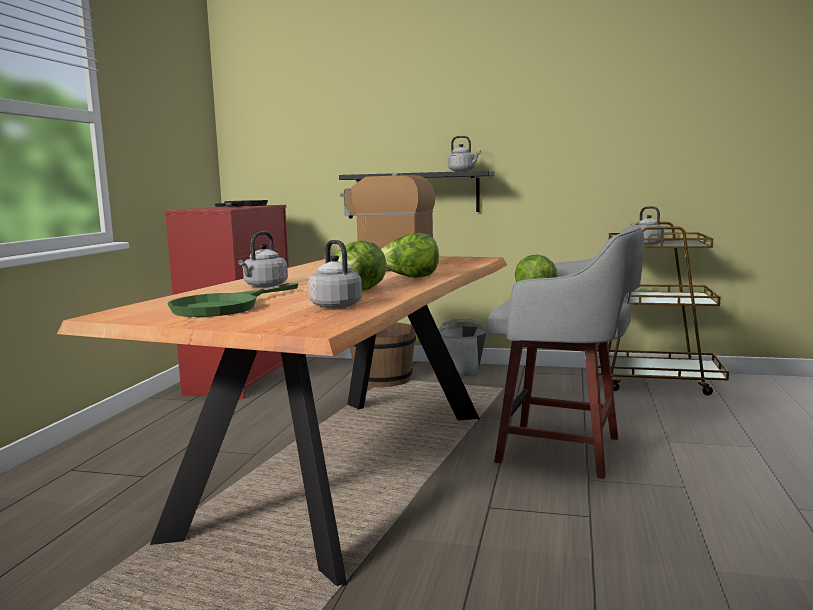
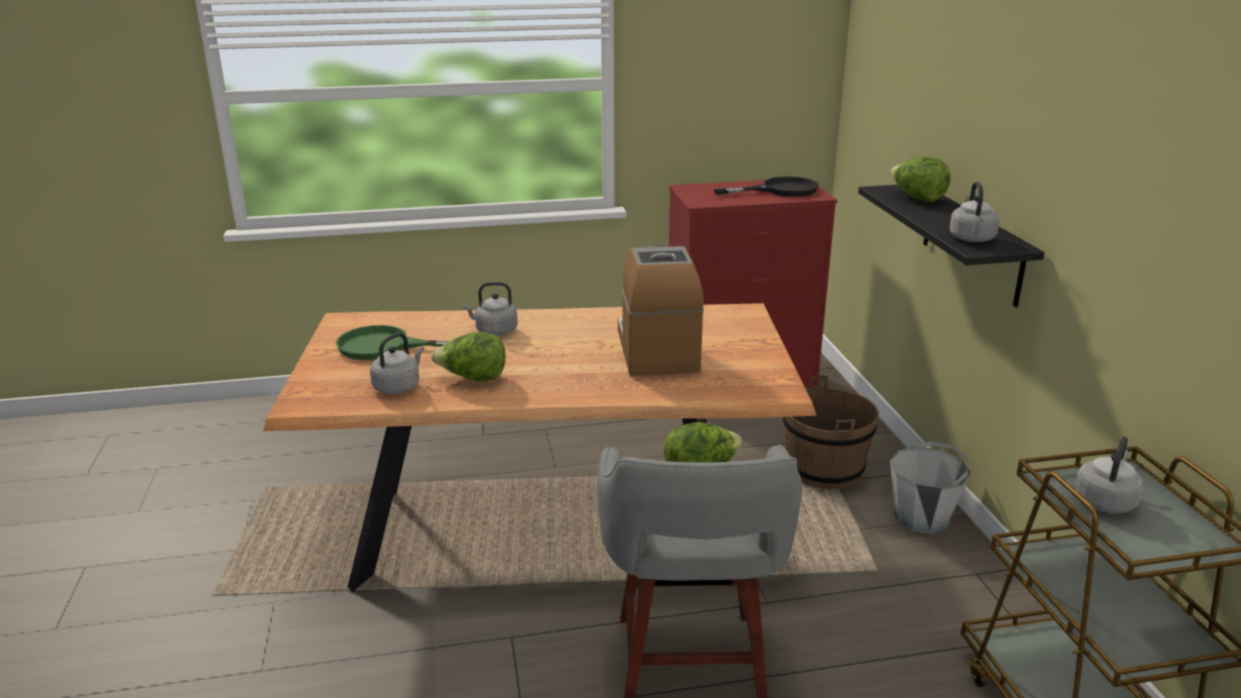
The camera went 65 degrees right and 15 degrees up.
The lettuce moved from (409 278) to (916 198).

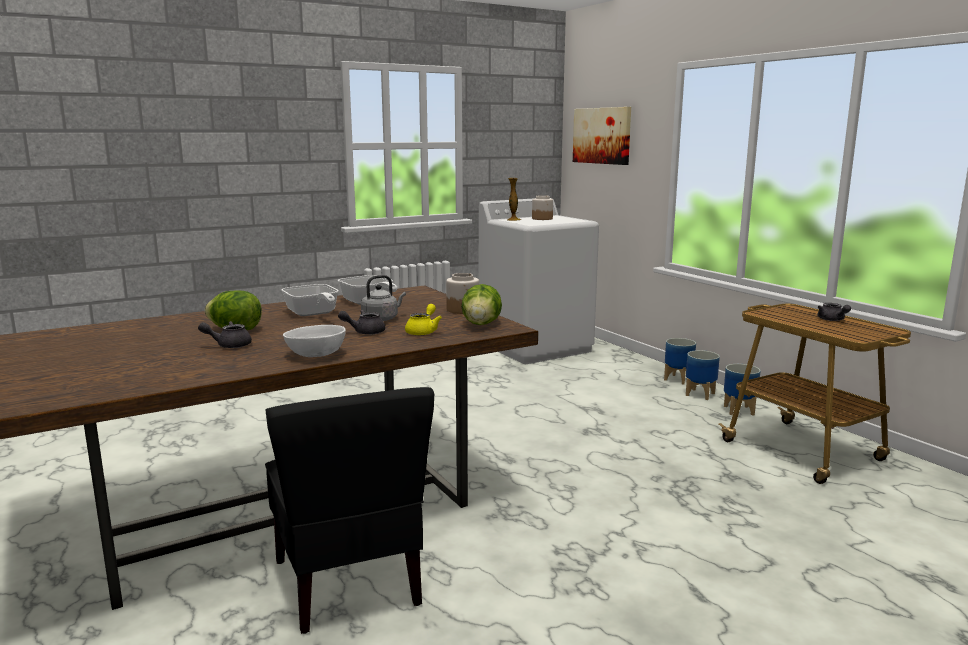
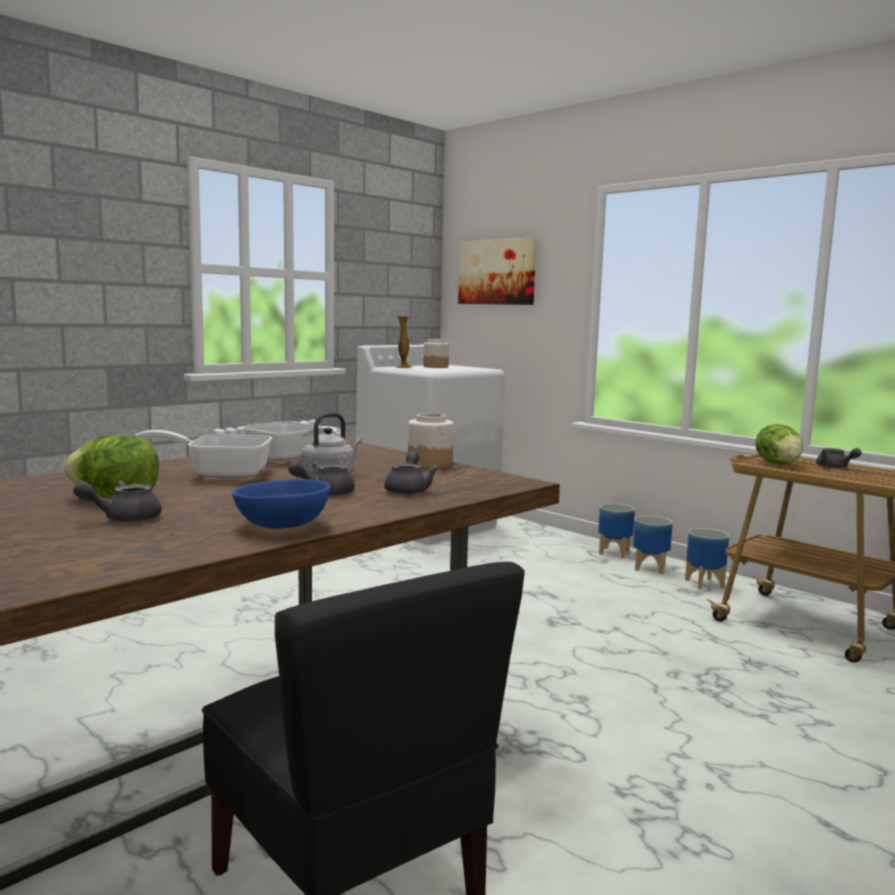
The camera went 15 degrees left and 5 degrees down.
The frying pan at (313 314) turned 135 degrees clockwise.
The bowl in white at (317 355) became the bowl in blue at (284 525).
The teapot in yellow at (423 331) became the teapot in grey at (408 490).
The lettuce moved from (481 324) to (778 464).

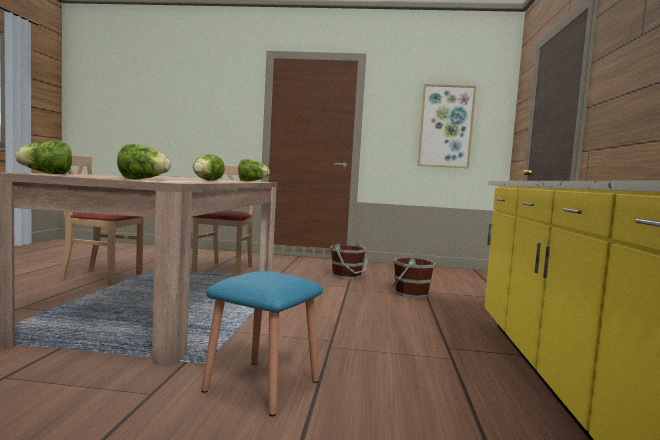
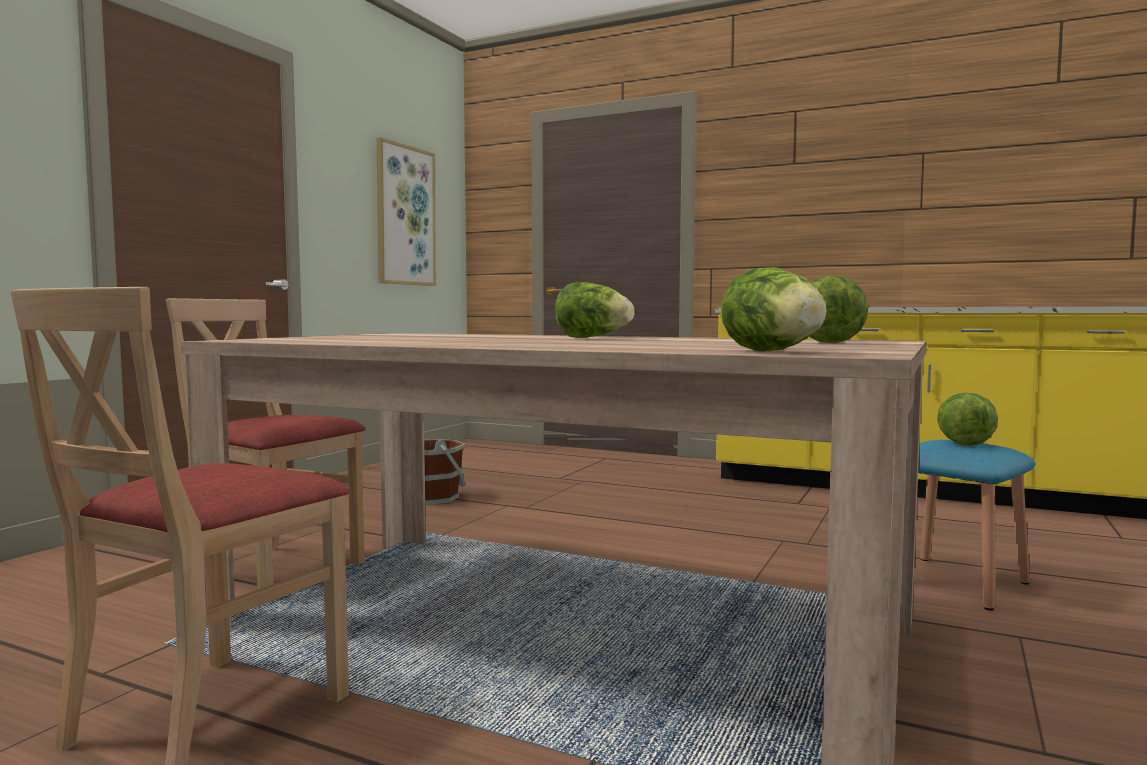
The camera went 70 degrees left and 0 degrees up.
The lettuce moved from (252 181) to (962 442).
The bucket in brown at (411 293) disappeared.

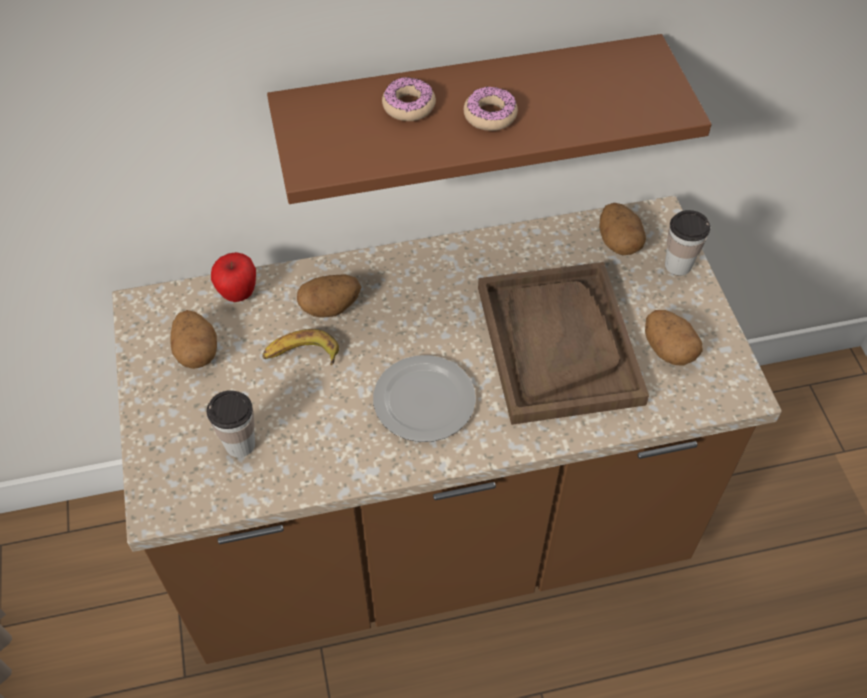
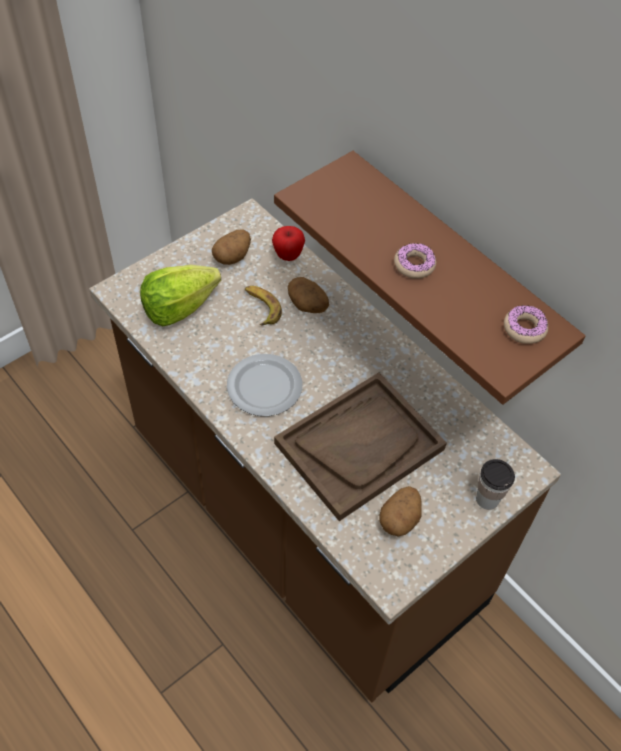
The camera went 60 degrees right and 0 degrees up.
The cup at (240 444) was replaced by the lettuce at (179 307).
The donut moved from (408 106) to (524 329).
The potato at (618 242) disappeared.

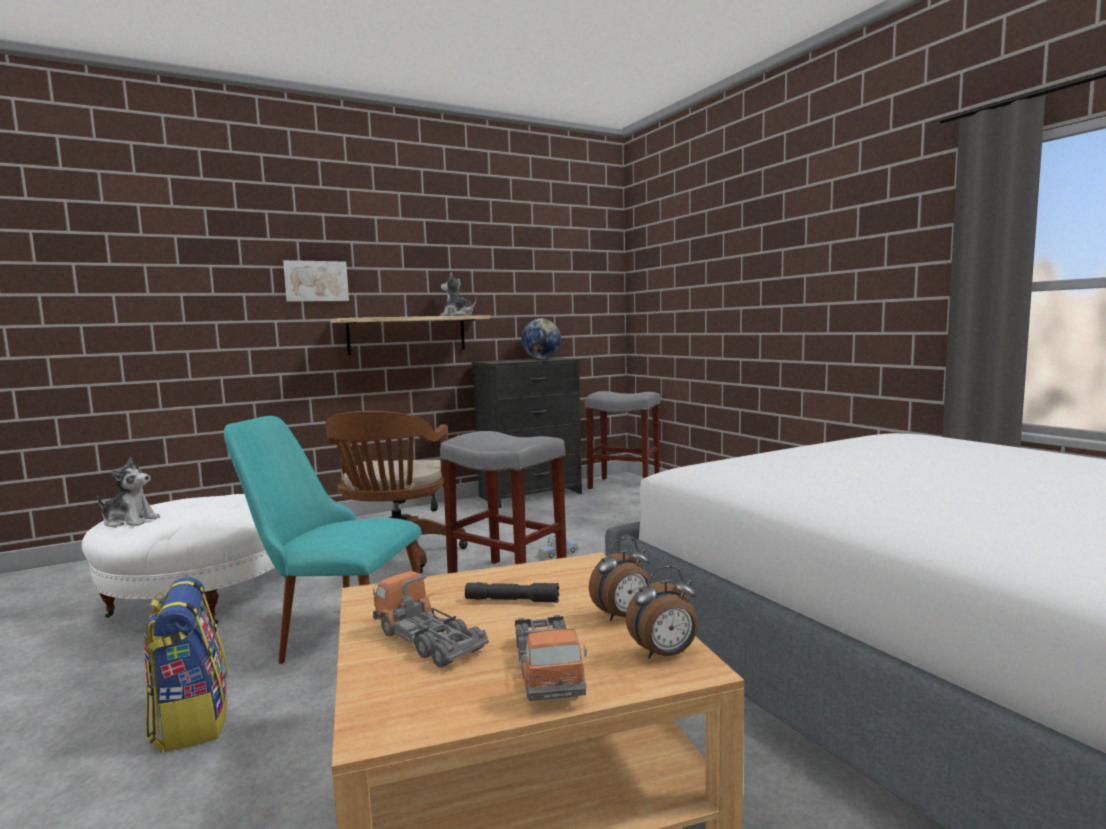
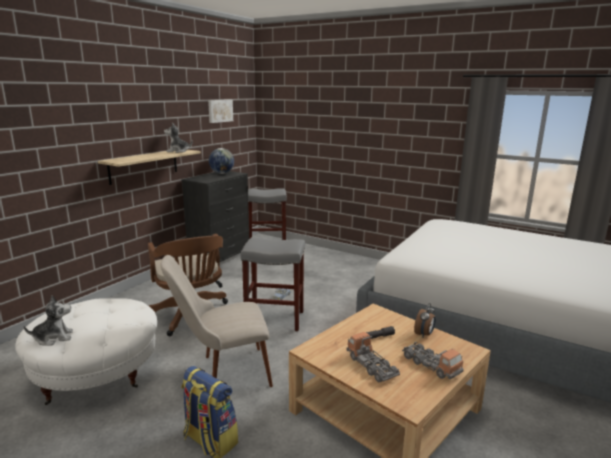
The camera went 30 degrees left and 10 degrees up.
The chair in turquoise at (336 635) became the chair in beige at (222 373).
The picture moved from (316 281) to (220 111).
The toy truck at (428 641) turned 45 degrees clockwise.
The alarm clock at (664 654) disappeared.

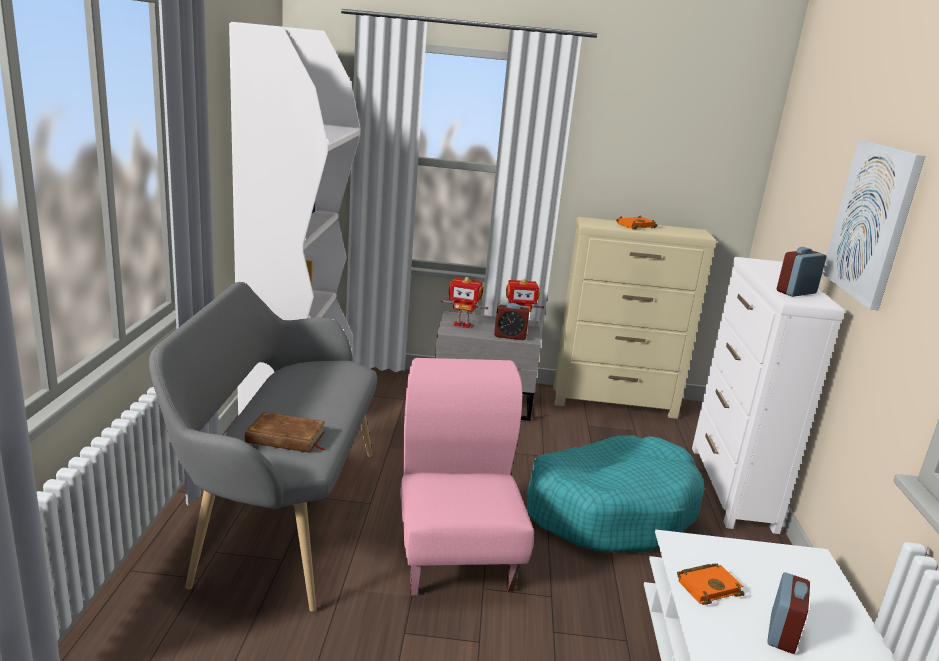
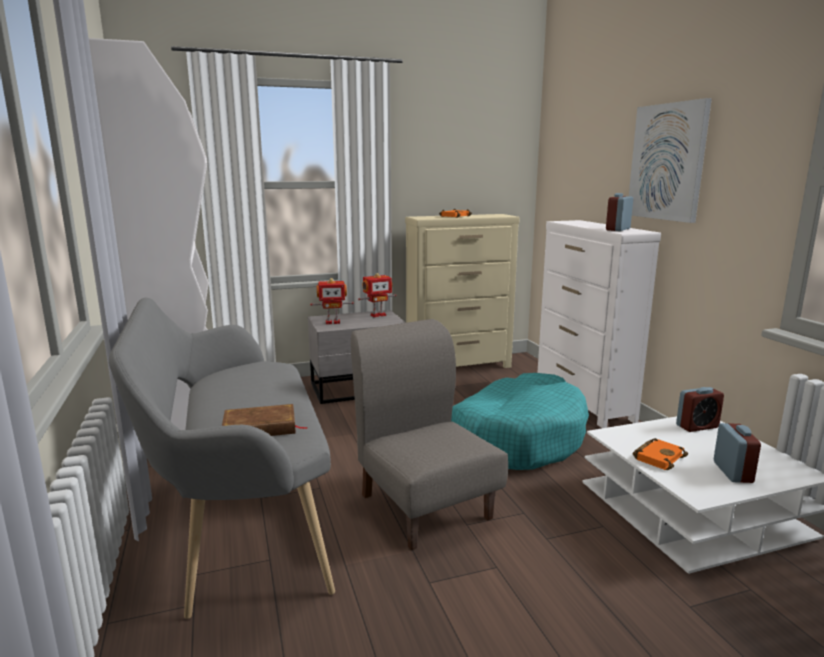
The camera went 20 degrees left and 5 degrees down.
The chair in pink at (456 554) became the chair in grey at (425 505).
The alarm clock moved from (510 336) to (697 426).

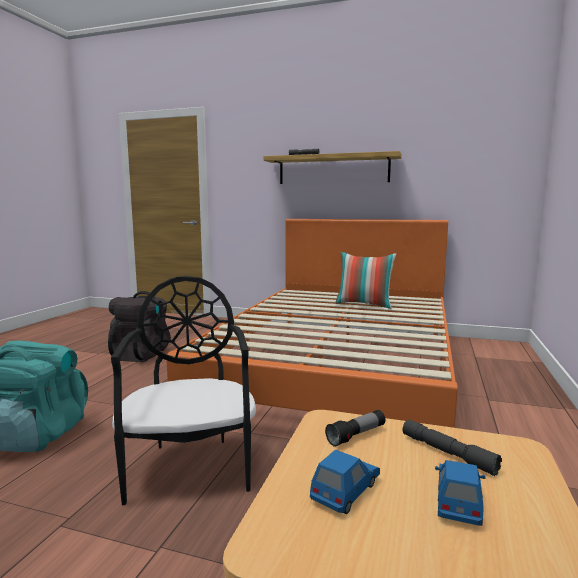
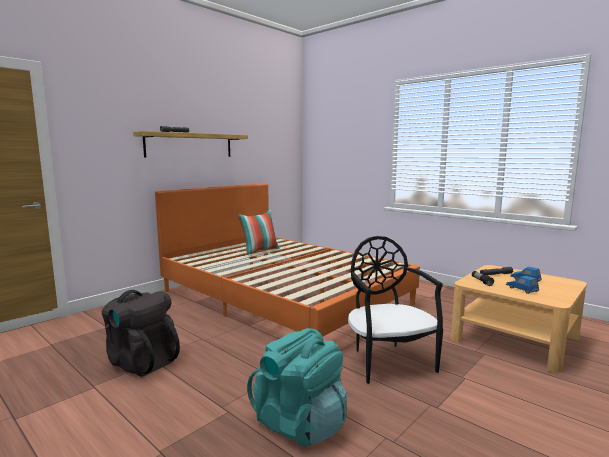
The camera went 65 degrees left and 0 degrees up.
The chair in black at (190 466) turned 60 degrees clockwise.

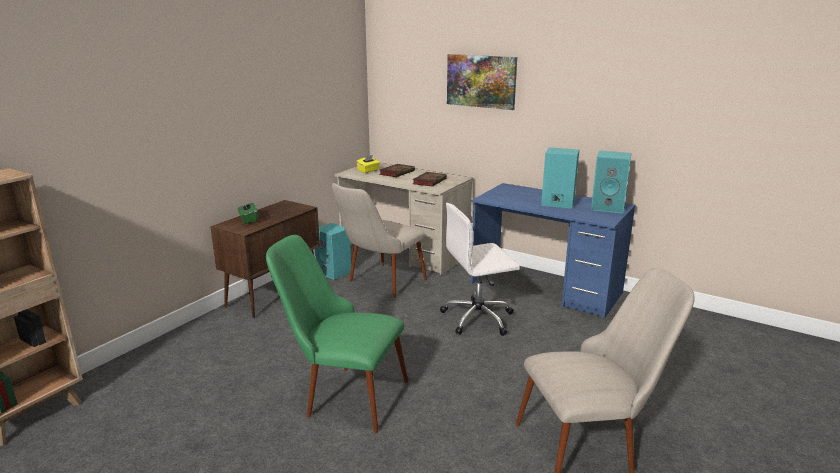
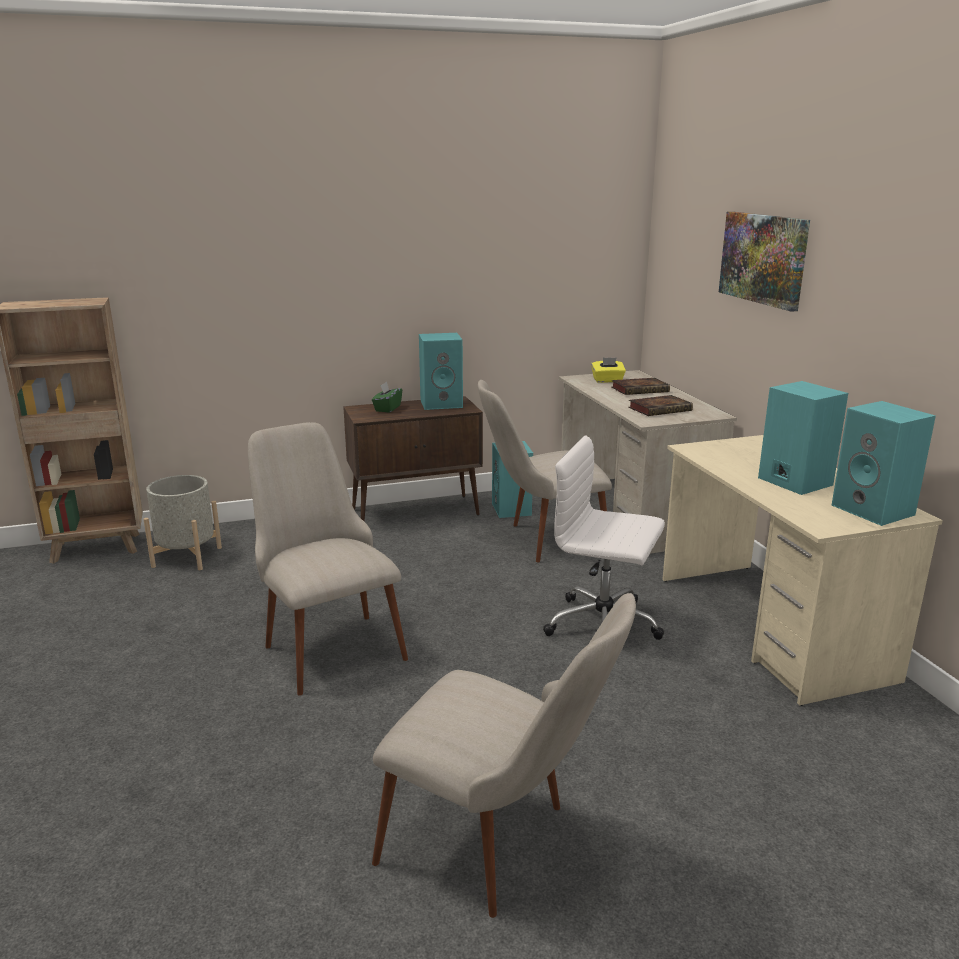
The camera went 40 degrees right and 0 degrees up.
The chair in green at (342 394) became the chair in beige at (326 641).
The desk in blue at (545 288) became the desk in beige at (769 627).
The planter in grey at (187 557) appeared.
The speaker in turquoise at (442 403) appeared.

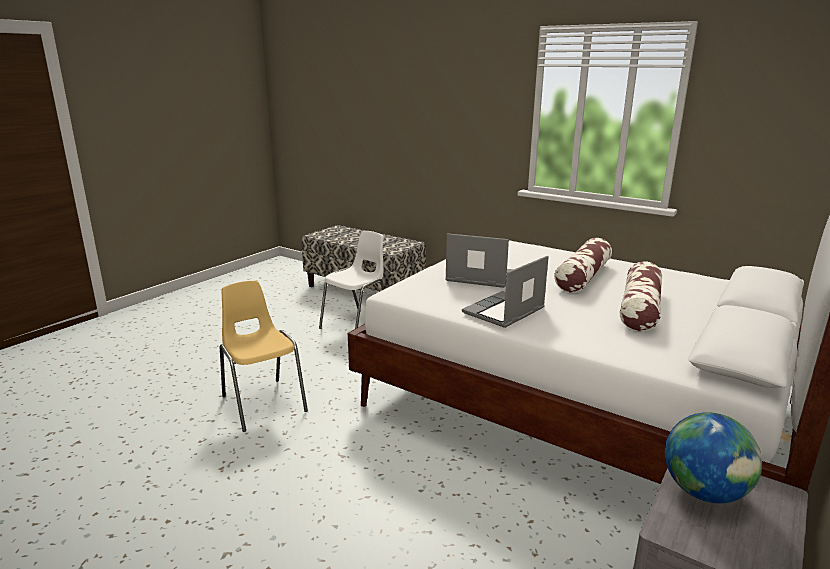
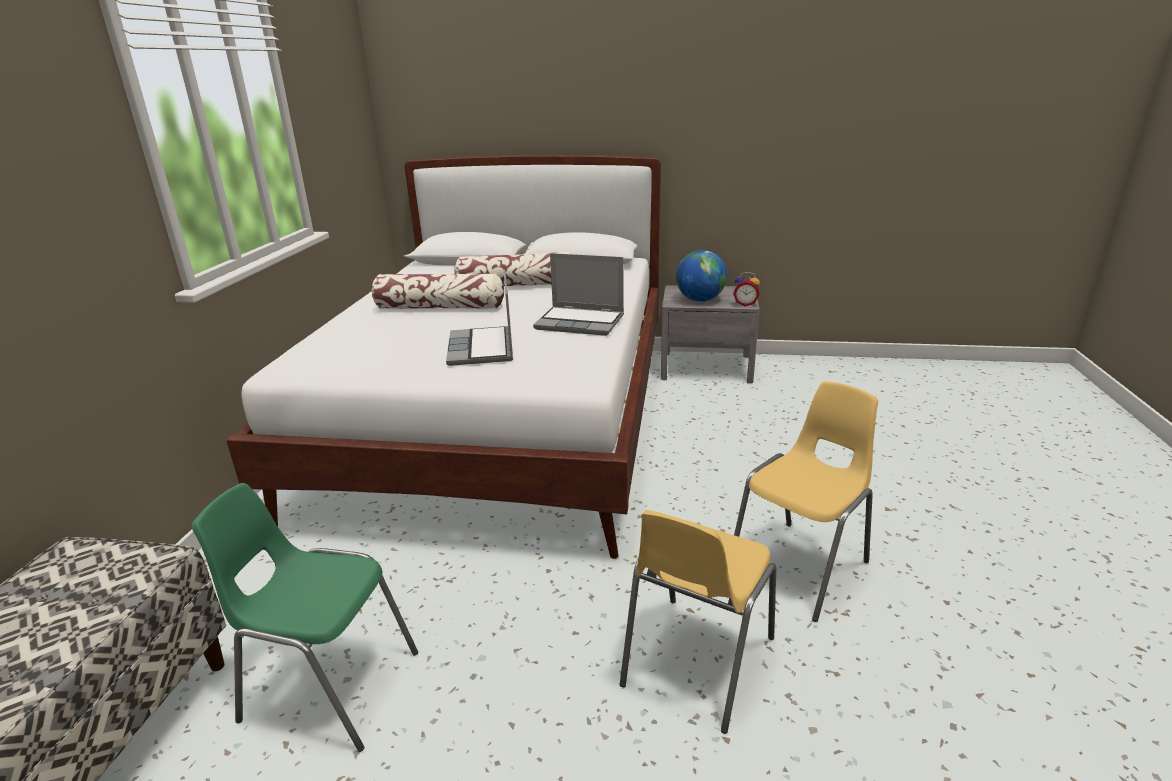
The camera went 115 degrees left and 5 degrees up.
The chair in white at (357 325) became the chair in green at (329 686).
The alarm clock at (745 304) appeared.
The chair in yellow at (800 567) appeared.

